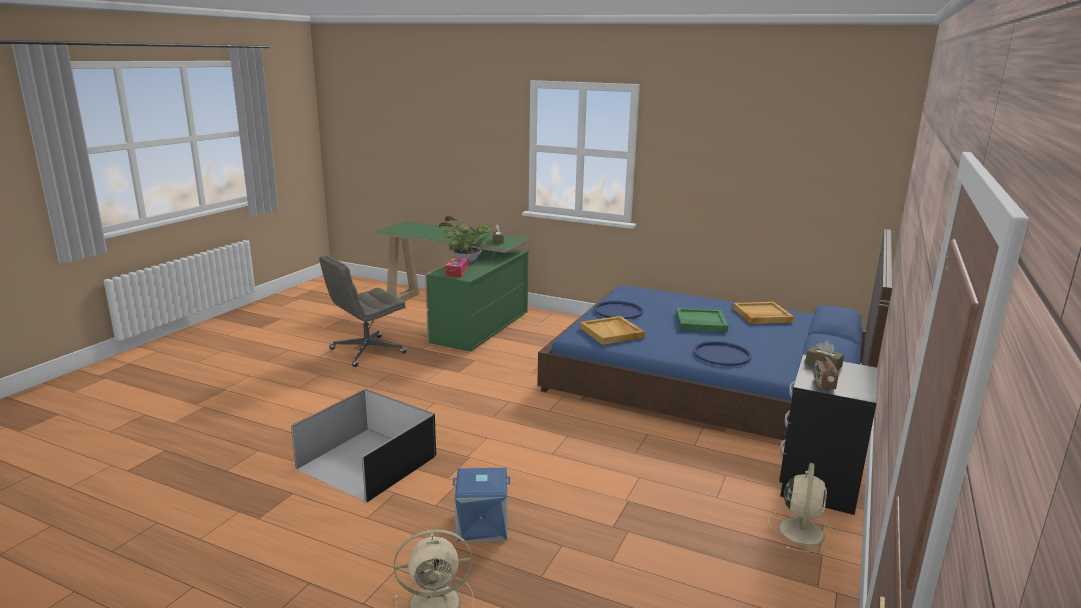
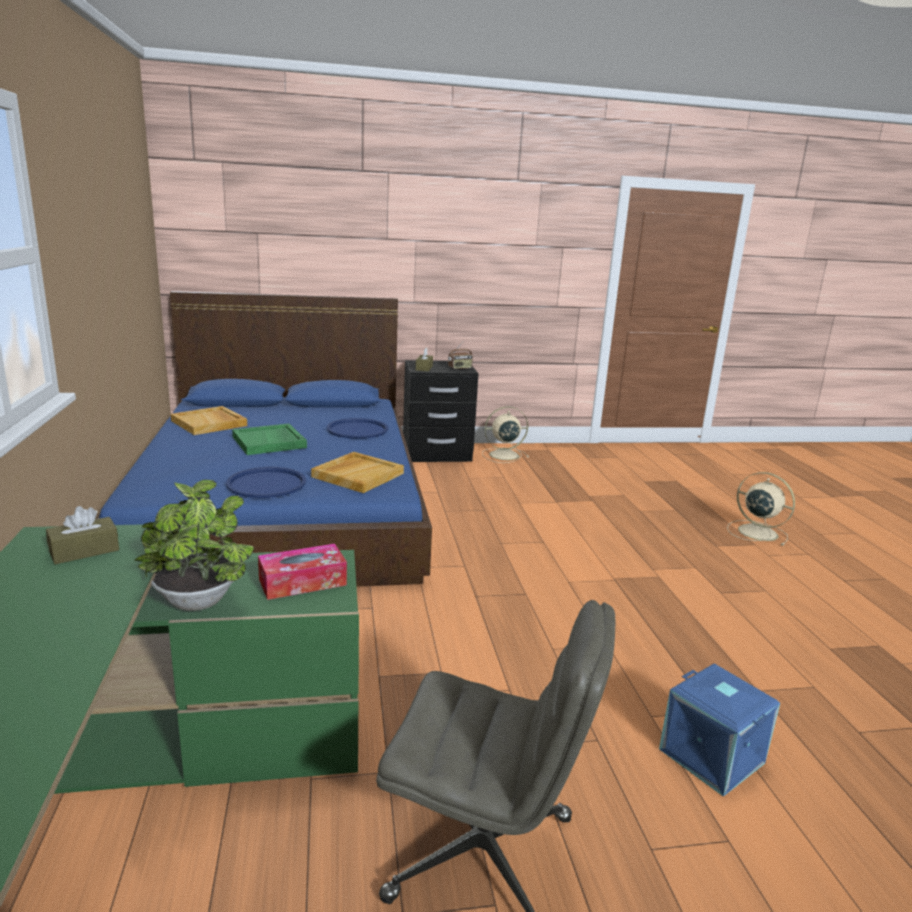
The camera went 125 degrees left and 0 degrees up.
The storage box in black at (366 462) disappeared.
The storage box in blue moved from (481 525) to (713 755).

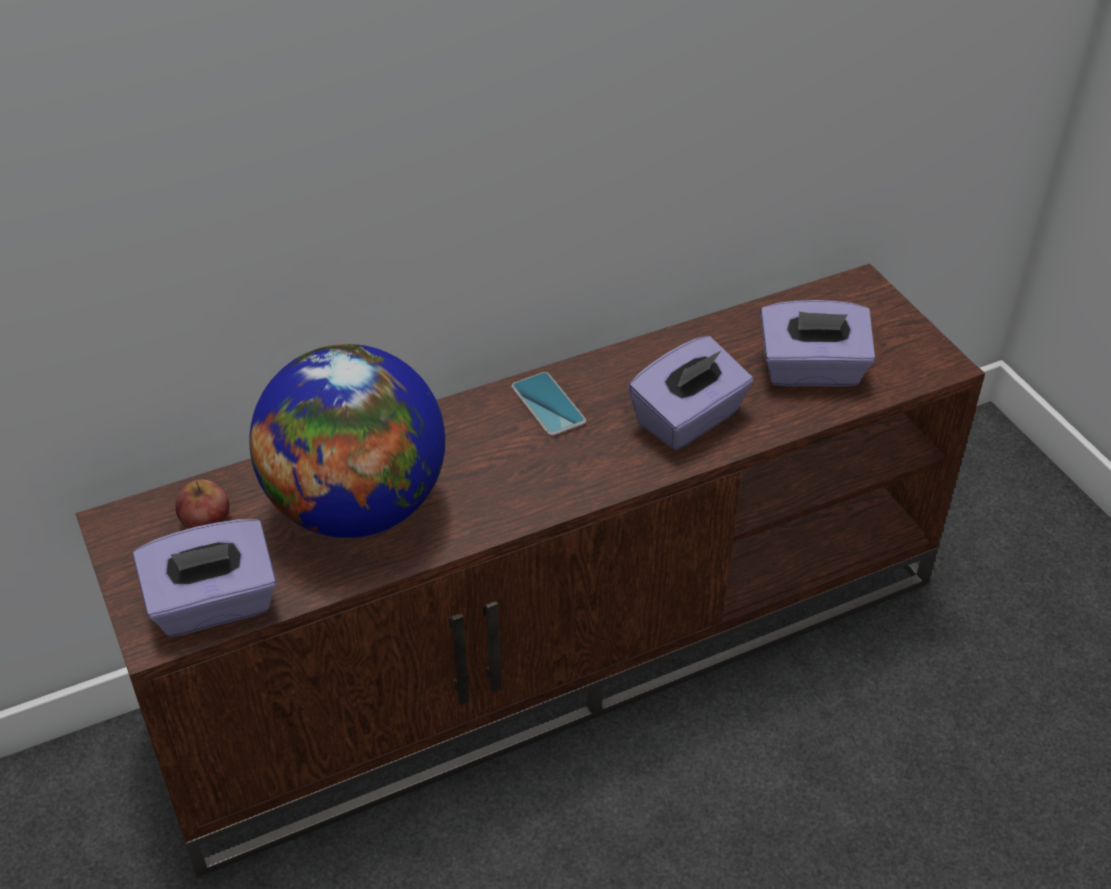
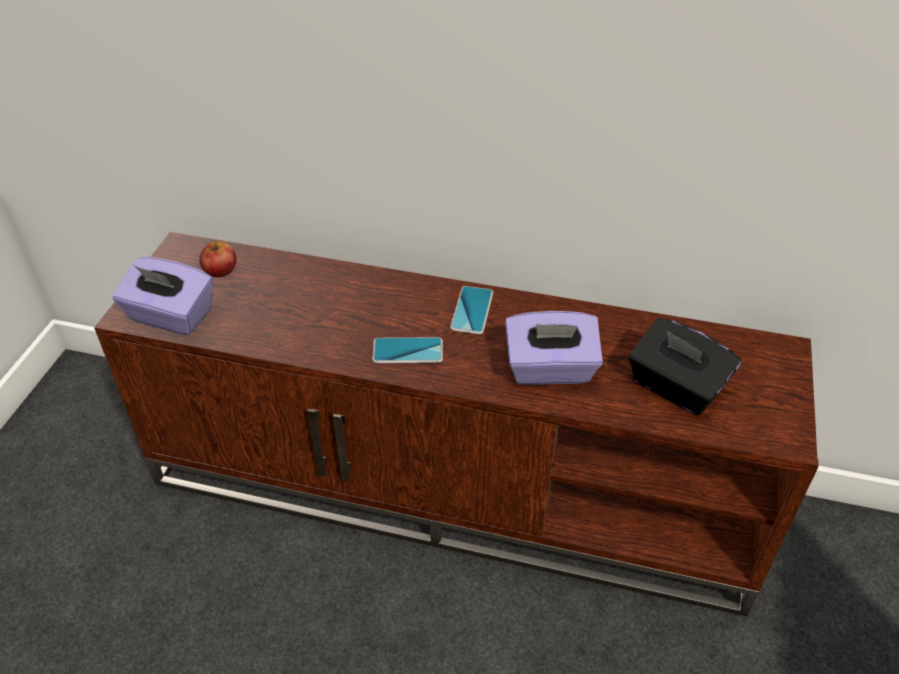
The camera went 40 degrees right and 0 degrees up.
The globe at (357 507) disappeared.
The tissue box in purple at (811 371) became the tissue box in black at (676 387).
The phone at (407 351) appeared.

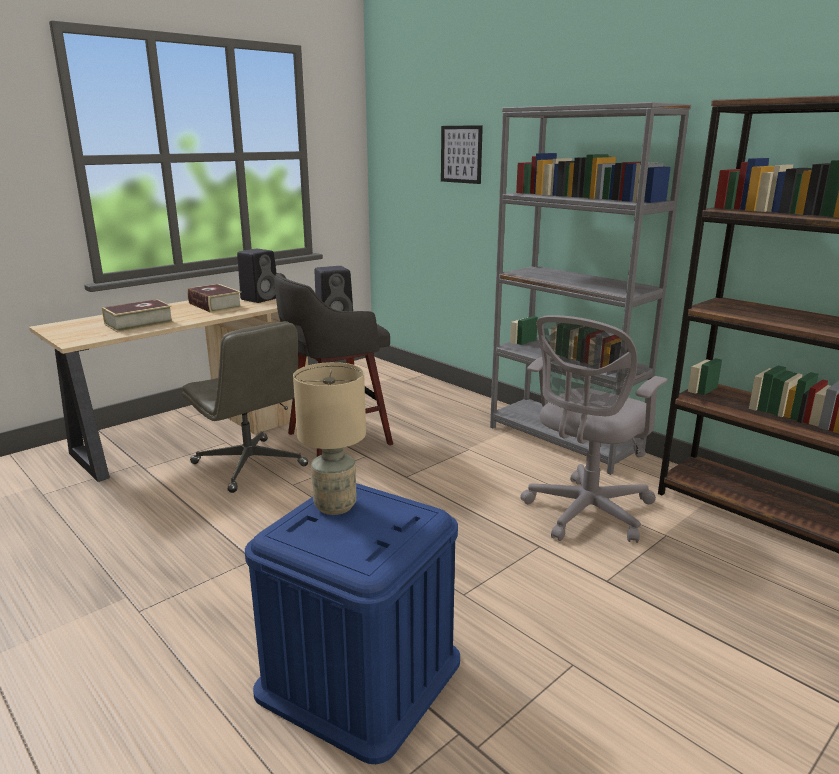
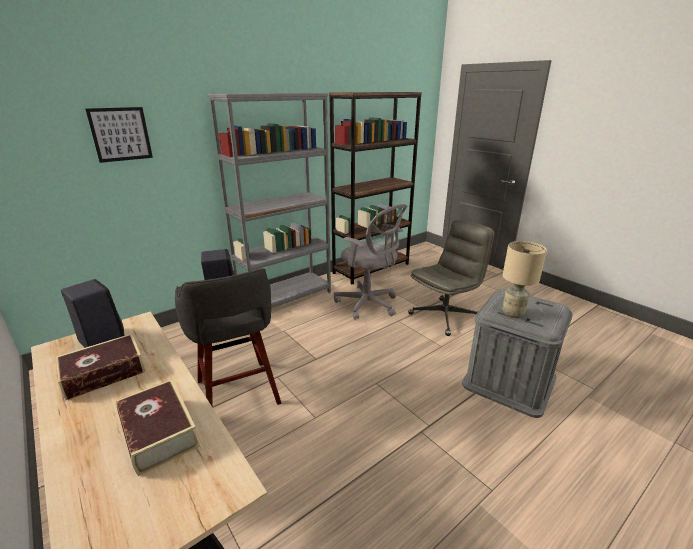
The camera went 85 degrees left and 5 degrees up.
The office chair in grey moved from (250 465) to (445 316).
The storage box in blue at (360 675) became the storage box in grey at (509 381).

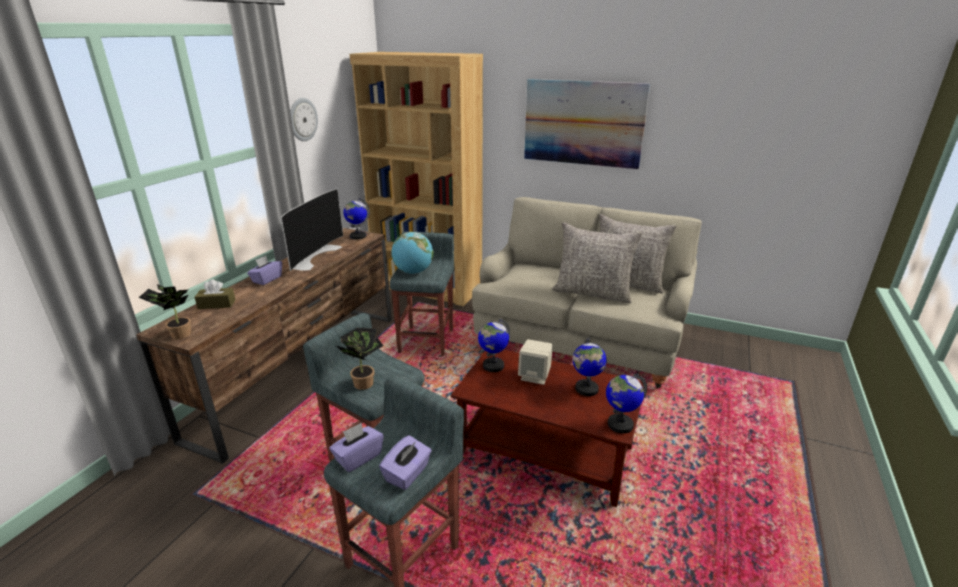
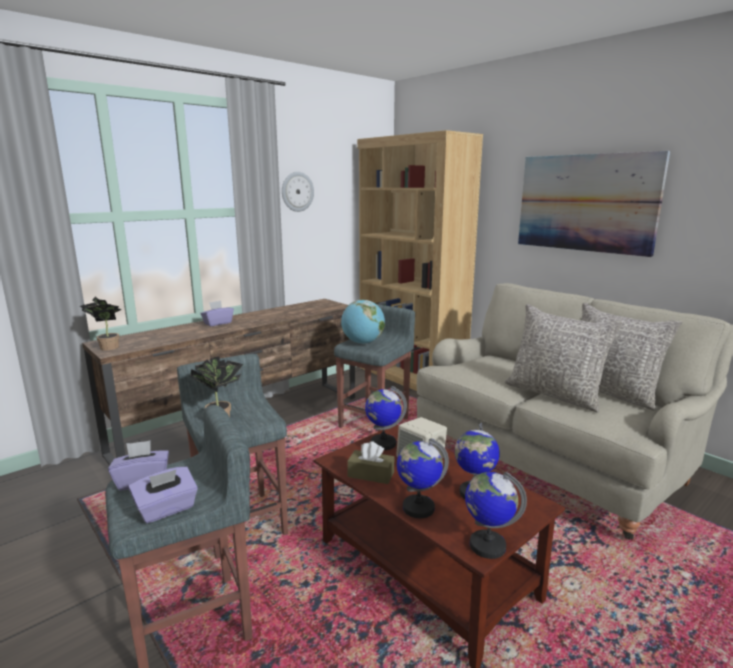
The camera went 25 degrees right and 10 degrees down.
The tissue box in brown moved from (216 304) to (371 474).
The television at (314 256) disappeared.
The globe moved from (357 236) to (418 508).

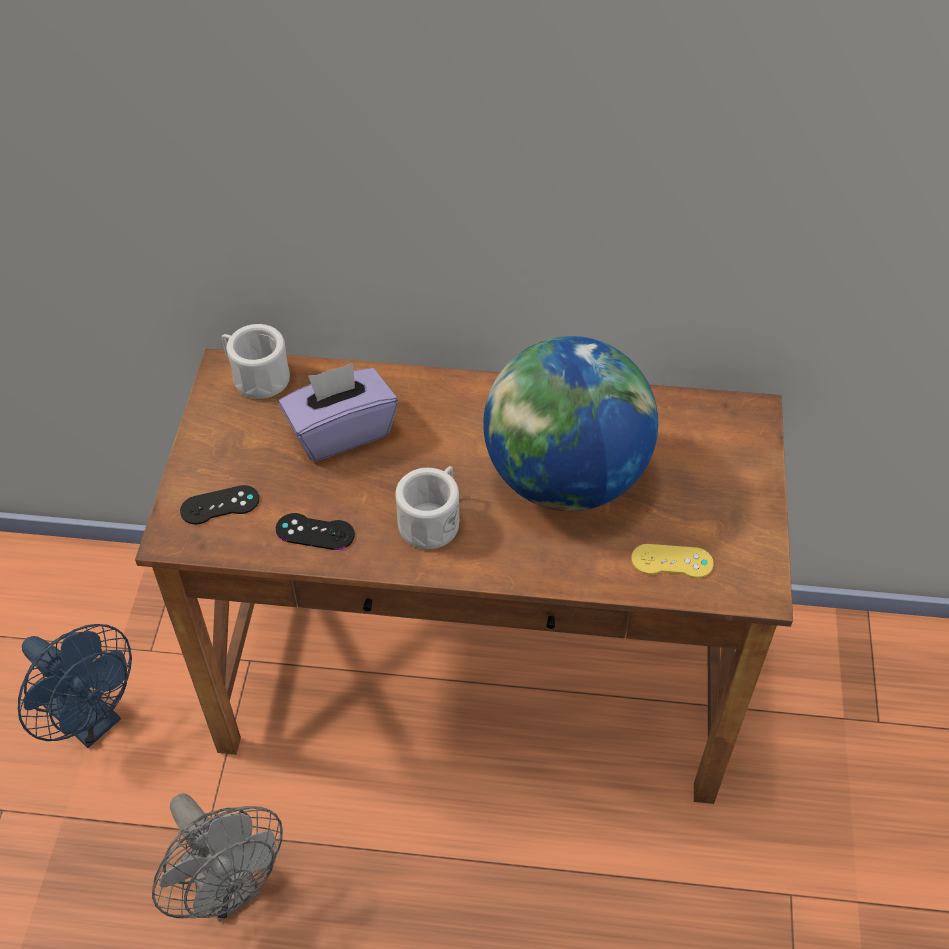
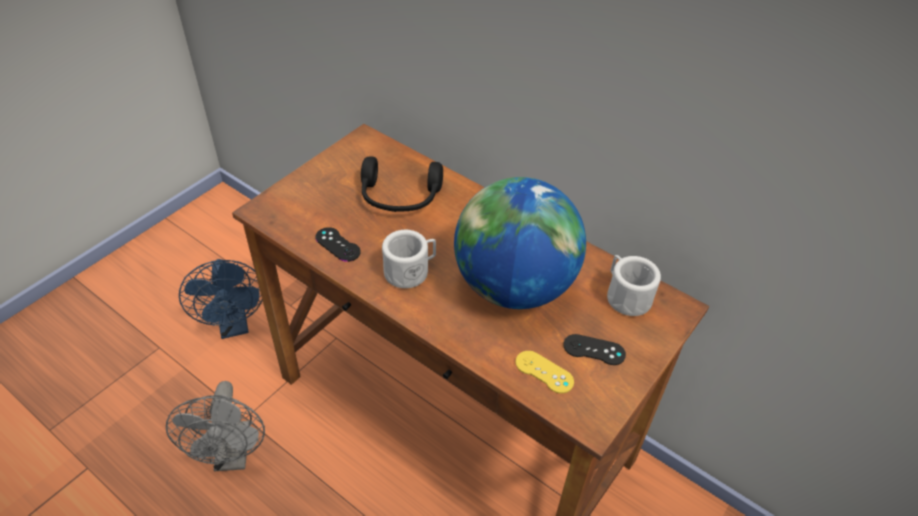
The camera went 30 degrees right and 5 degrees down.
The game controller in black moved from (220 505) to (594 350).
The mug in white moved from (256 376) to (625 295).
The tissue box in purple at (341 431) was replaced by the headphones in black at (399 198).

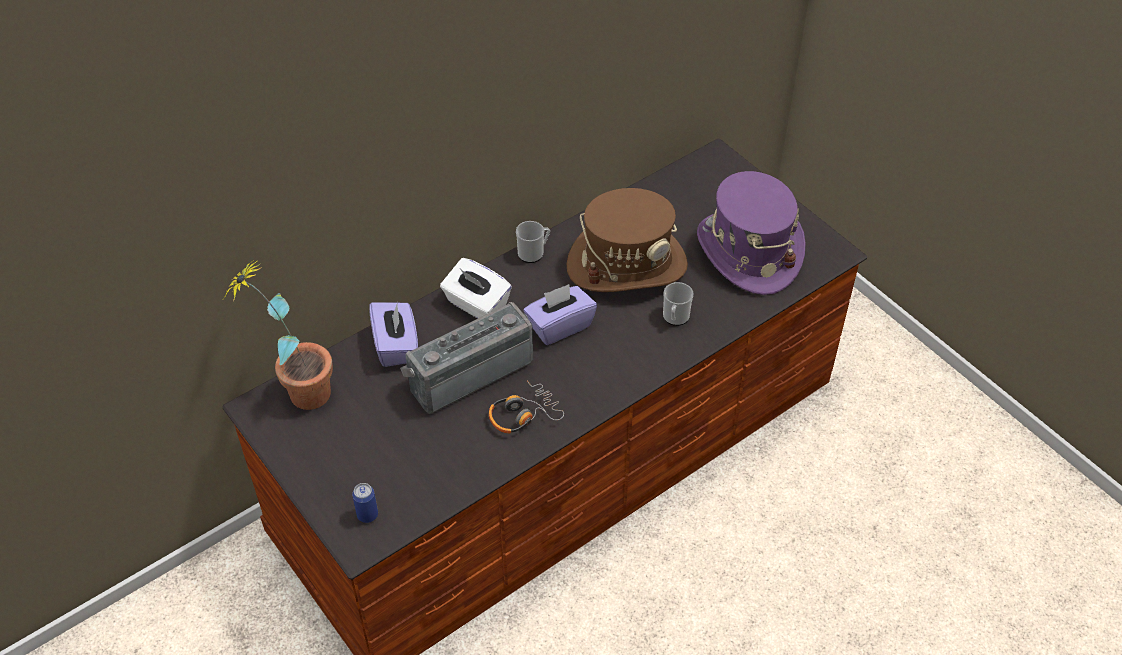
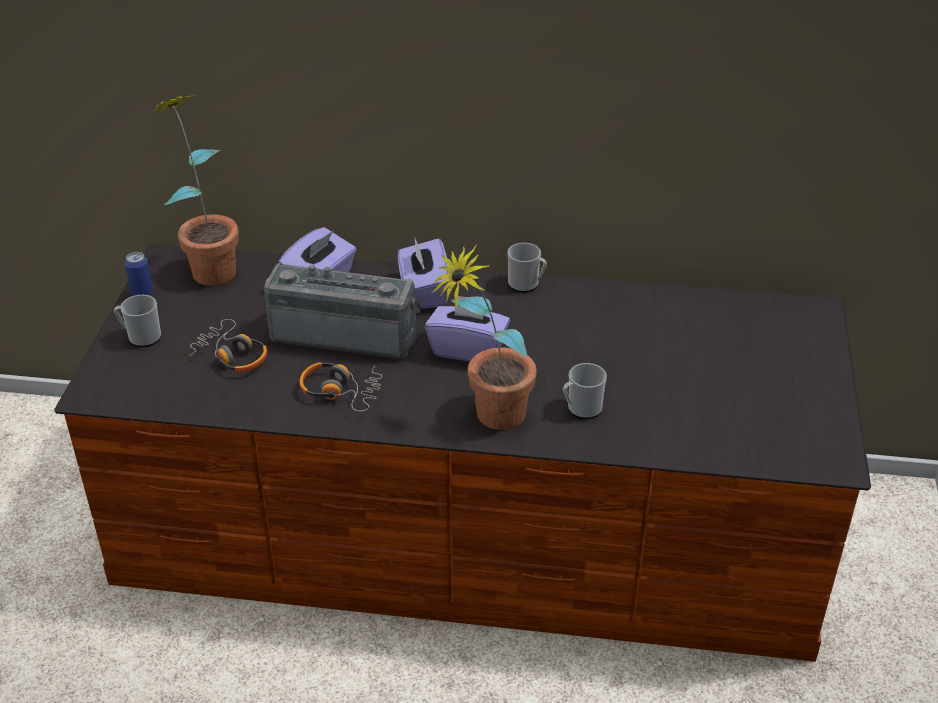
The camera went 45 degrees right and 10 degrees down.
The can moved from (367 515) to (142 293).
The tissue box in white at (476 304) became the tissue box in purple at (424 292).
The hat in brown at (627 265) disappeared.
The hat in purple at (748 252) disappeared.
The mug at (141 337) appeared.
The headphones at (231 355) appeared.
The potted plant at (487 419) appeared.

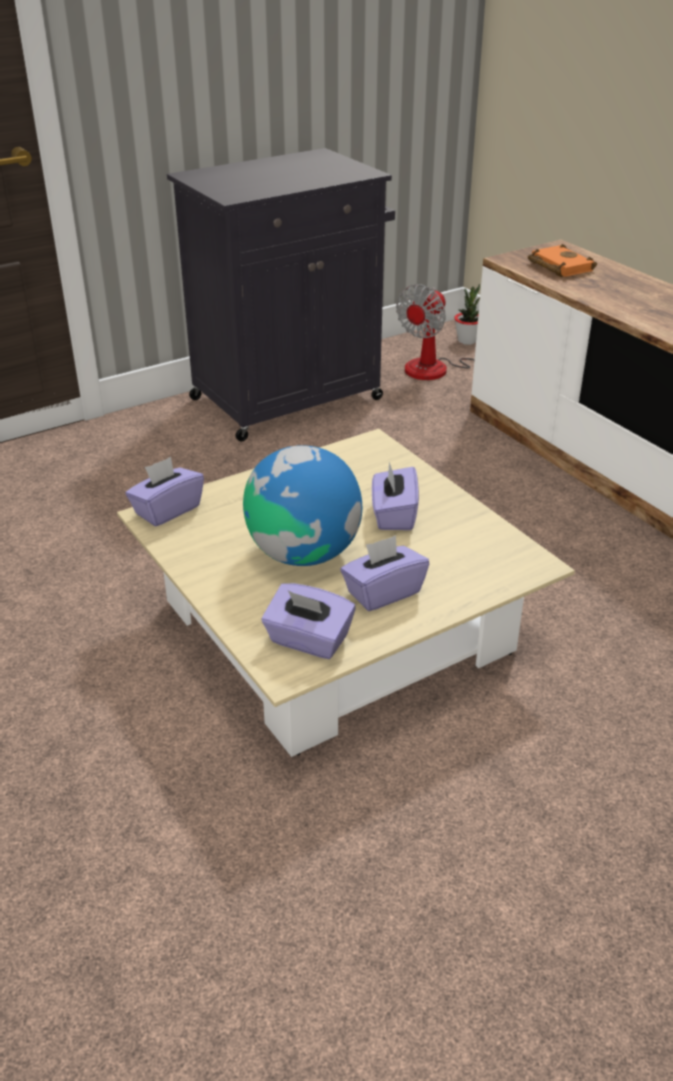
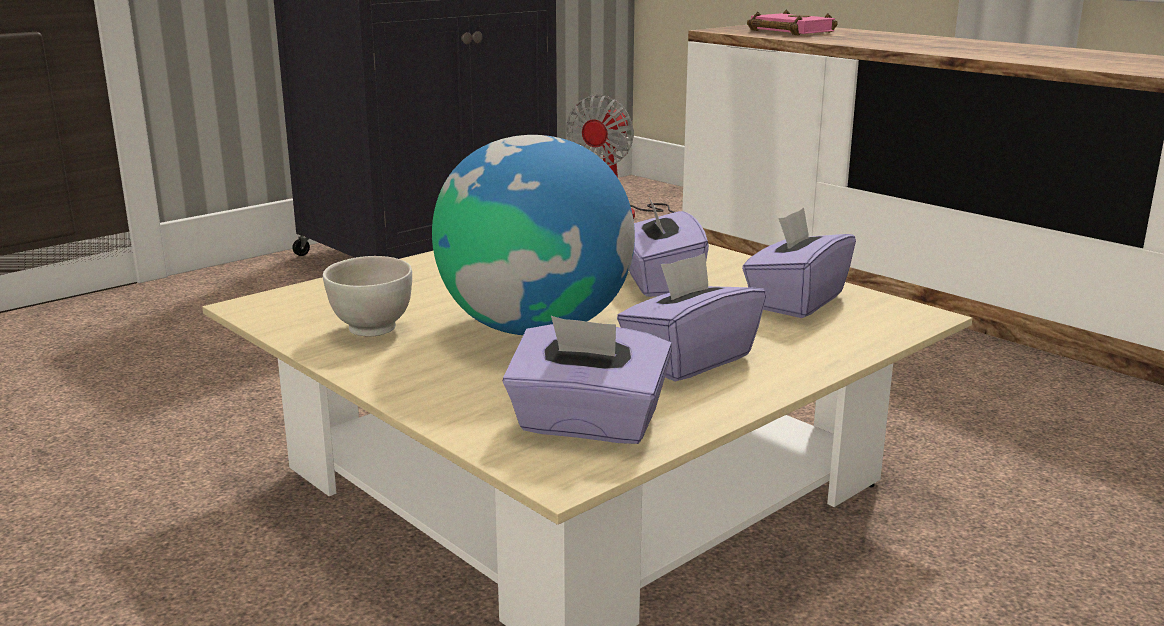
The camera went 10 degrees left and 15 degrees down.
The tissue box in purple moved from (167 510) to (795 301).
The potted plant at (467 341) disappeared.
The book in orange at (558 266) became the book in pink at (787 31).
The bowl in white at (371 329) appeared.

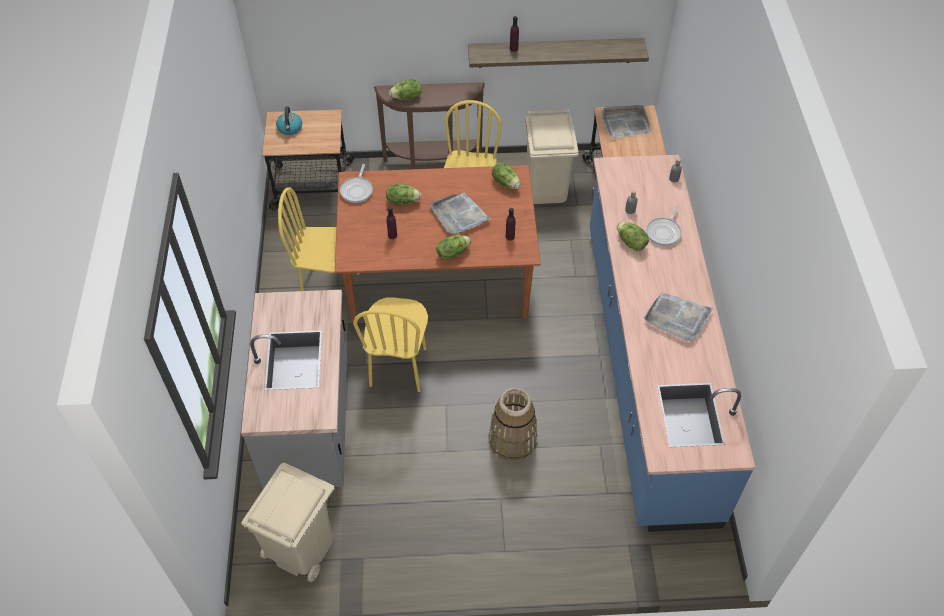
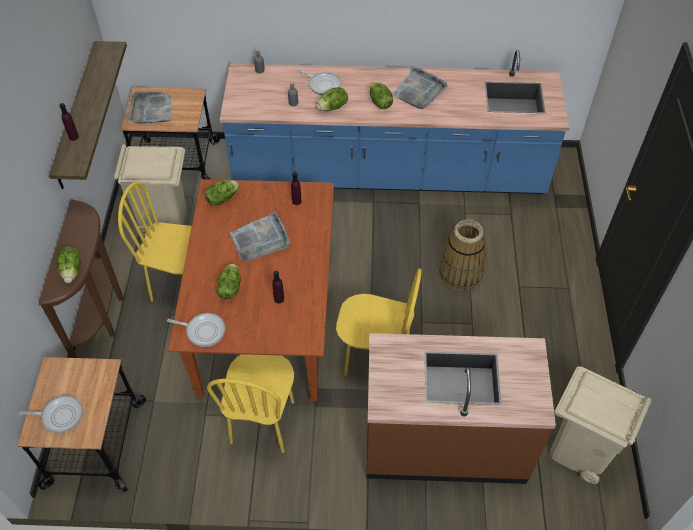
The camera went 85 degrees left and 0 degrees up.
The counter in grey at (312 427) became the counter in brown at (444 441).
The kettle at (290 128) was replaced by the frying pan at (60 415).
The lettuce moved from (452 253) to (379 102).

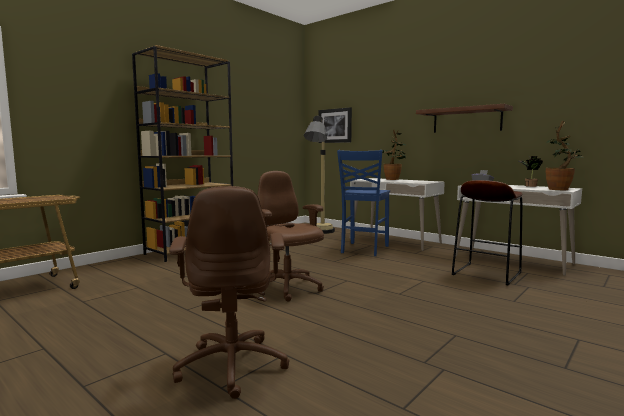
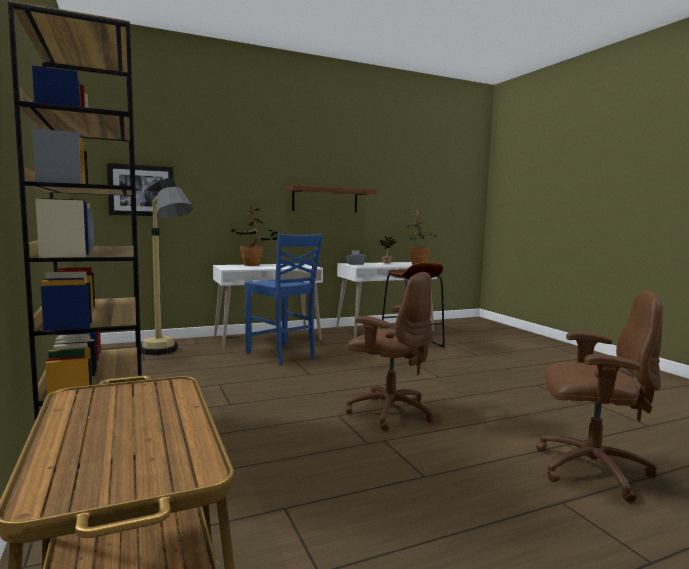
The camera went 65 degrees left and 0 degrees up.
The office chair in brown at (287 289) turned 135 degrees counterclockwise.

